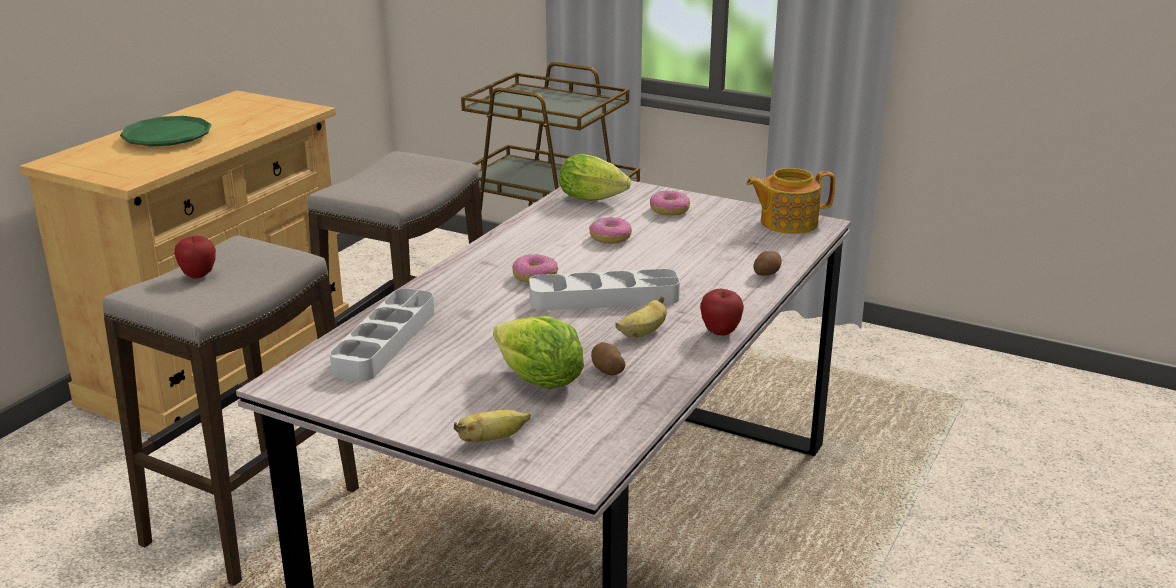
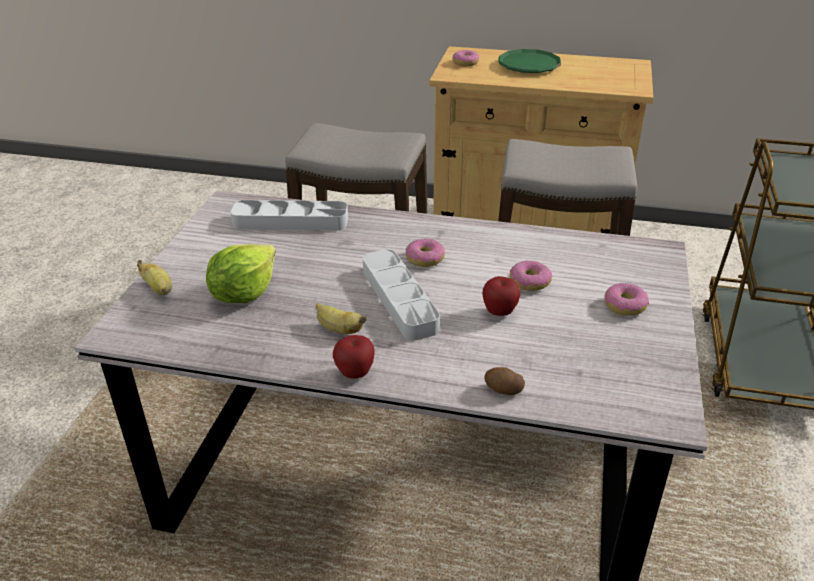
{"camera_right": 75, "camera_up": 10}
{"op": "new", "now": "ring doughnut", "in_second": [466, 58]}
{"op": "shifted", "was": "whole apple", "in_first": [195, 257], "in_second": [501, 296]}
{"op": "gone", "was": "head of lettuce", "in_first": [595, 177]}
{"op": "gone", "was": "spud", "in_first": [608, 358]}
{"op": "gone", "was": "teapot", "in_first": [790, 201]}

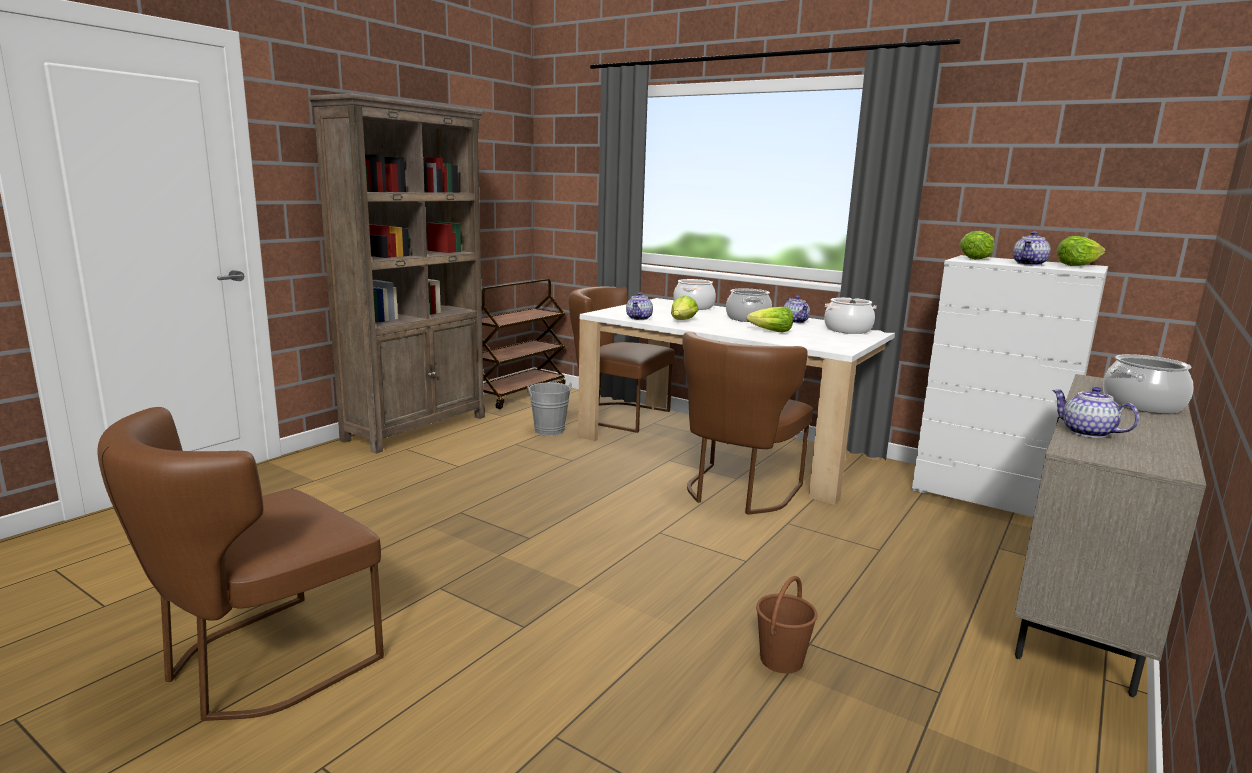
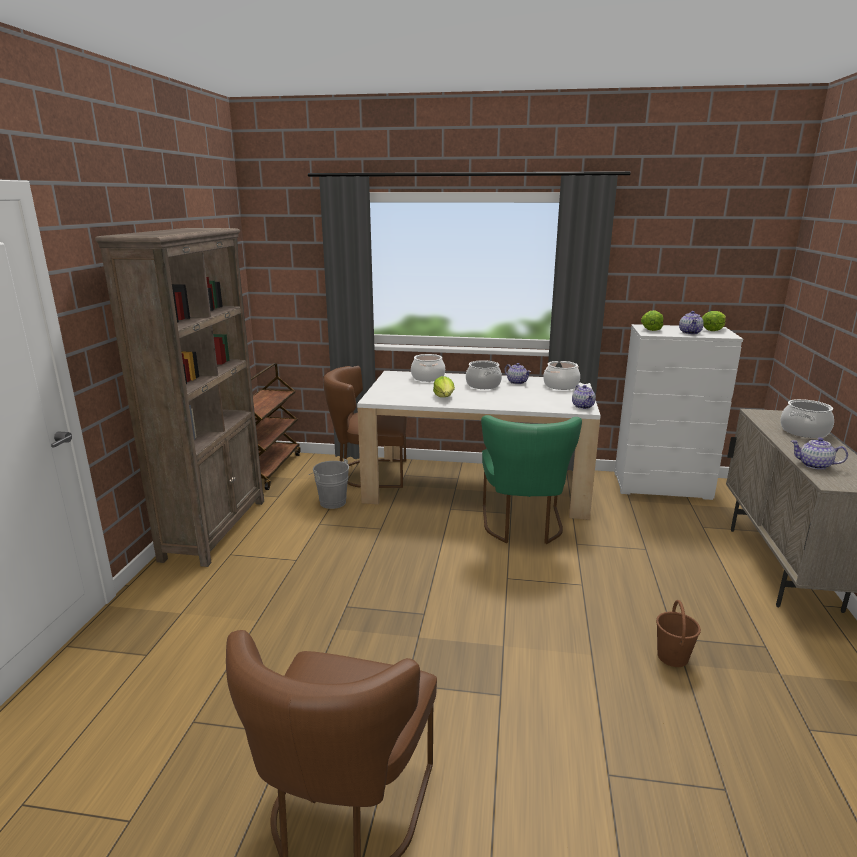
{"camera_right": -25, "camera_up": 5}
{"op": "repainted", "was": "brownish plain chair", "now": "greenish plain chair", "in_first": [747, 423], "in_second": [531, 479]}
{"op": "shifted", "was": "teapot", "in_first": [639, 306], "in_second": [584, 397]}
{"op": "gone", "was": "head of lettuce", "in_first": [770, 319]}

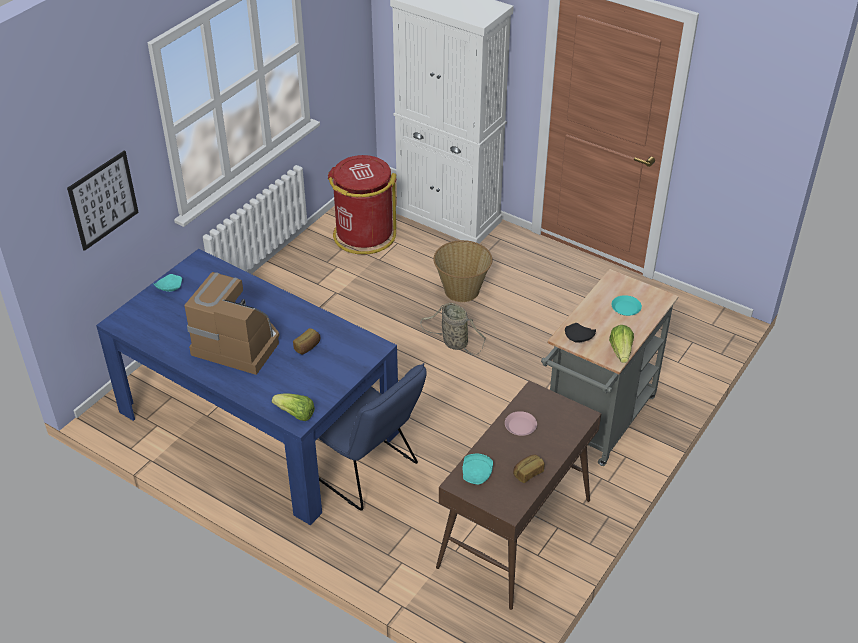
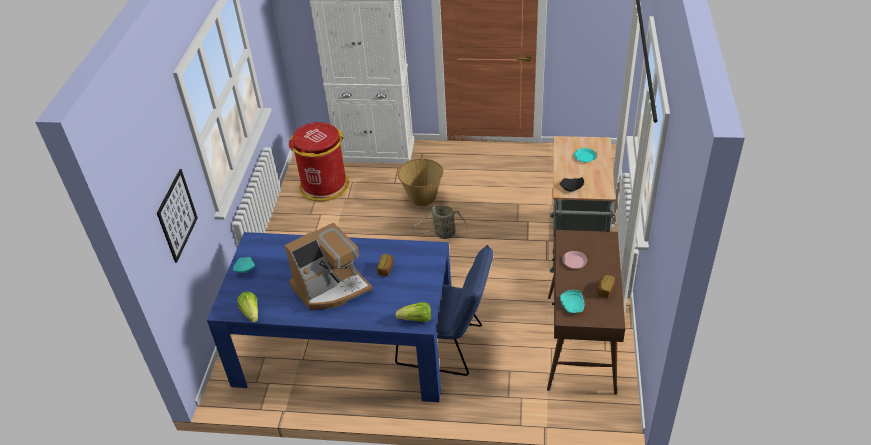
{"camera_right": -25, "camera_up": 0}
{"op": "shifted", "was": "head of lettuce", "in_first": [621, 344], "in_second": [247, 307]}
{"op": "rotated", "was": "coffee brewer", "in_first": [232, 323], "in_second": [328, 266], "clockwise": 150}

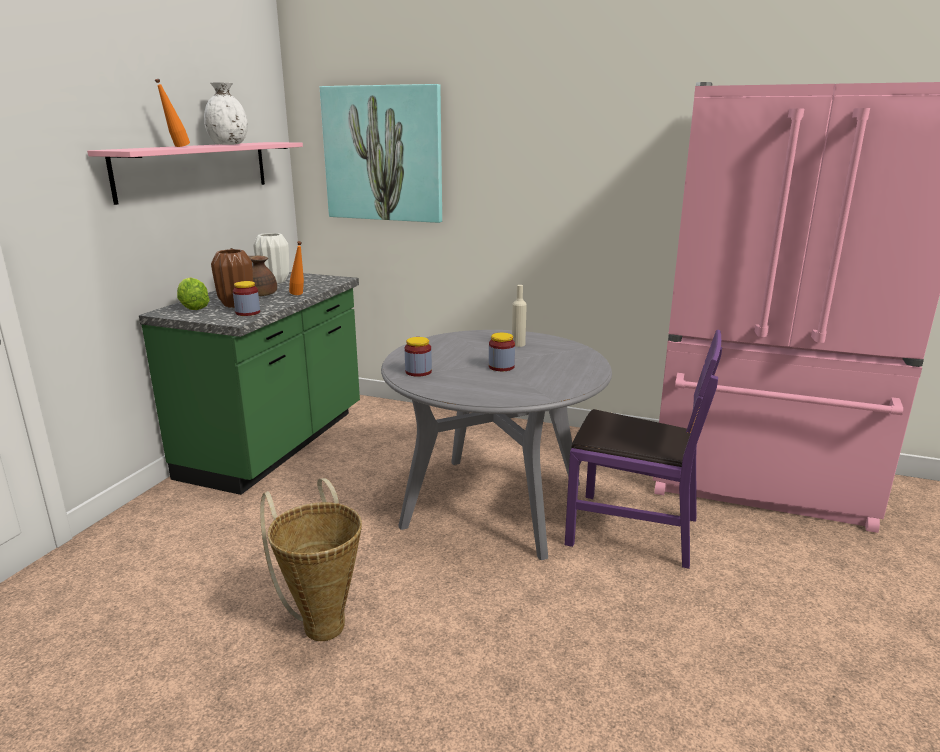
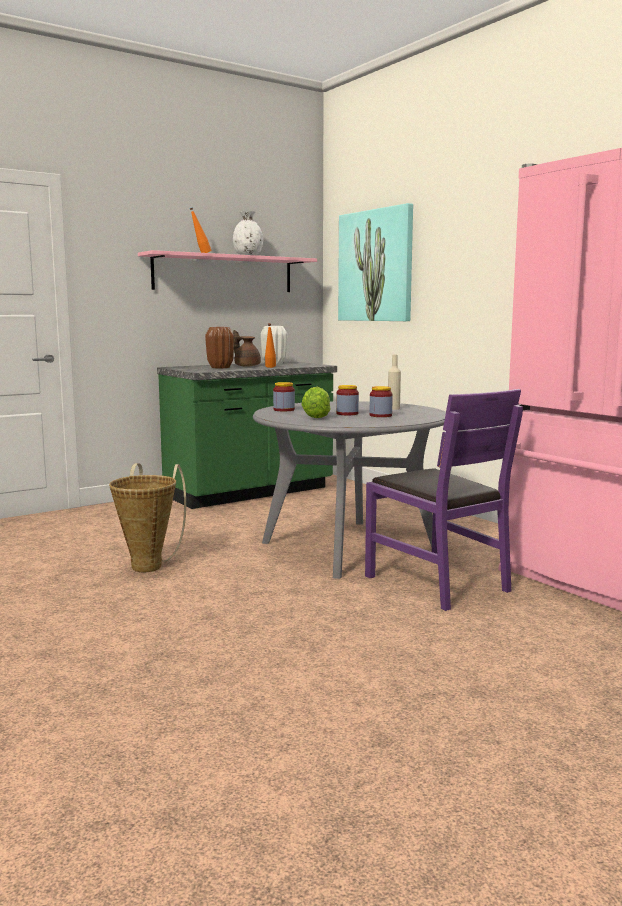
{"camera_right": 35, "camera_up": -10}
{"op": "shifted", "was": "head of lettuce", "in_first": [193, 293], "in_second": [315, 402]}
{"op": "shifted", "was": "preserve jar", "in_first": [246, 298], "in_second": [381, 401]}

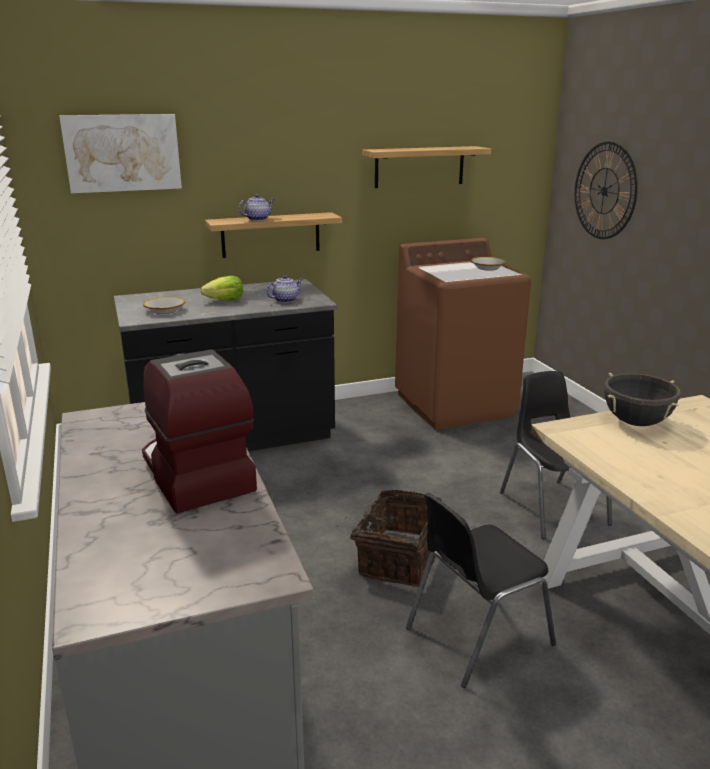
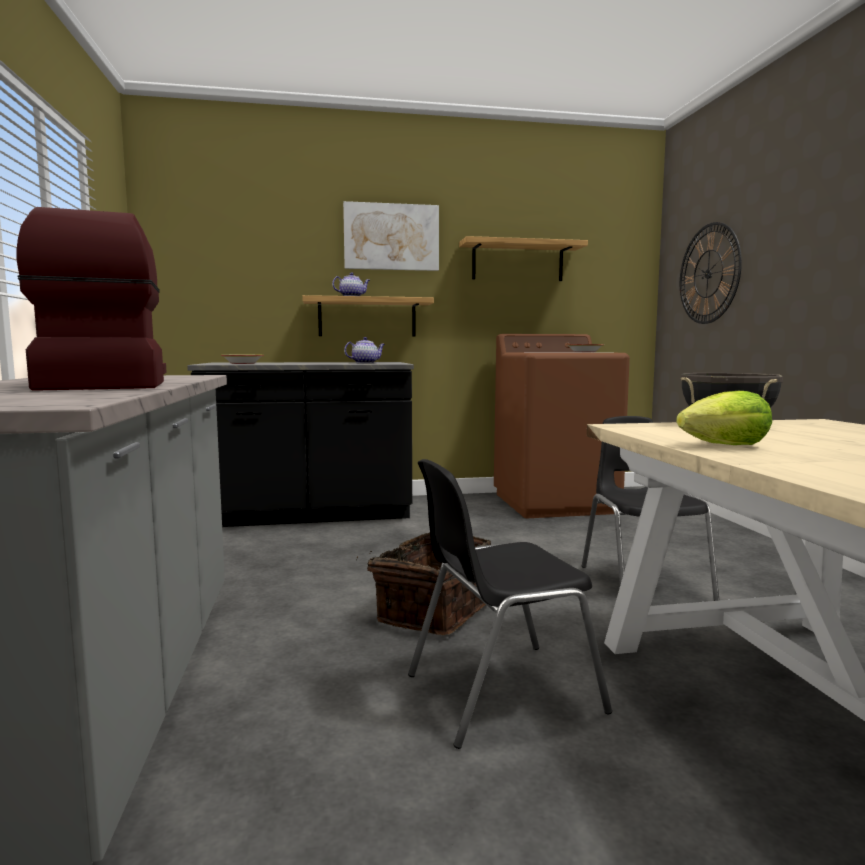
{"camera_right": 10, "camera_up": -15}
{"op": "shifted", "was": "wall picture", "in_first": [120, 153], "in_second": [391, 236]}
{"op": "shifted", "was": "head of lettuce", "in_first": [221, 288], "in_second": [724, 418]}

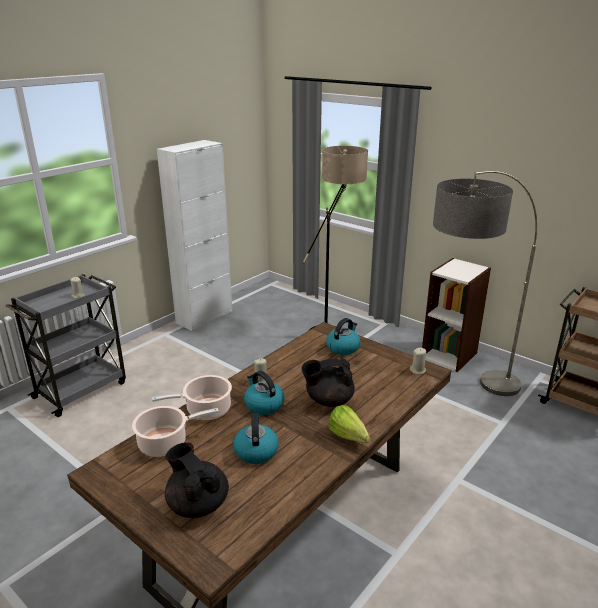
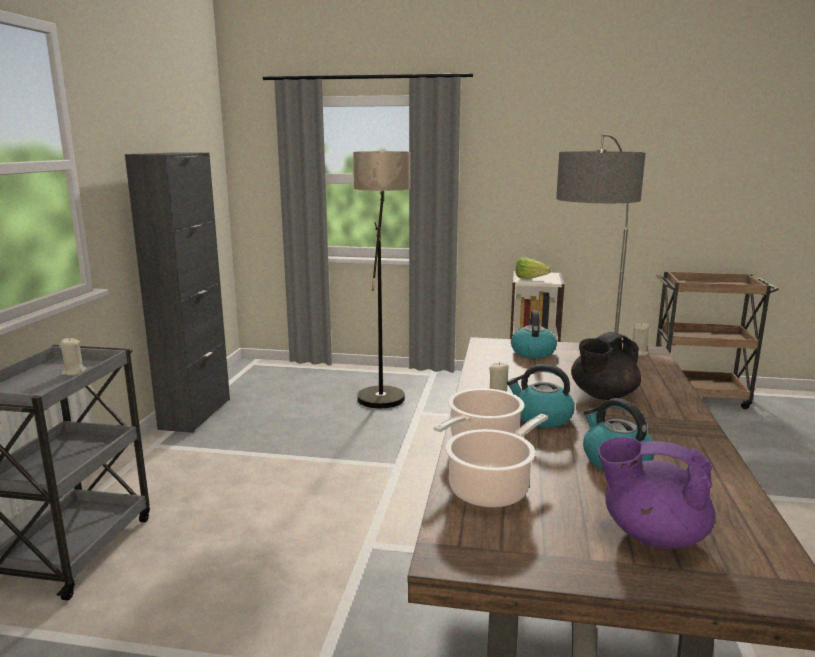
{"camera_right": -30, "camera_up": -10}
{"op": "repainted", "was": "whitish cupboard", "now": "black cupboard", "in_first": [194, 235], "in_second": [177, 292]}
{"op": "shifted", "was": "head of lettuce", "in_first": [349, 424], "in_second": [533, 268]}
{"op": "repainted", "was": "black teapot", "now": "purplish teapot", "in_first": [197, 480], "in_second": [657, 493]}

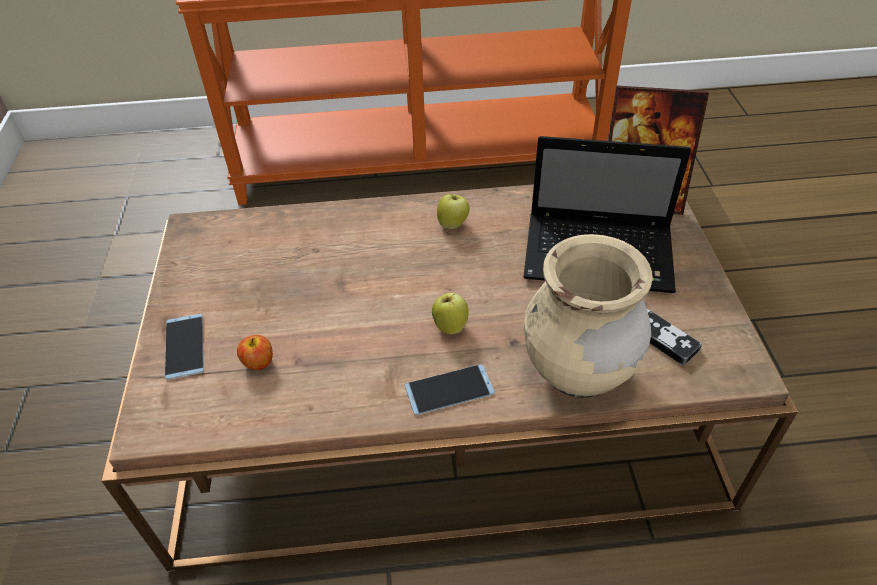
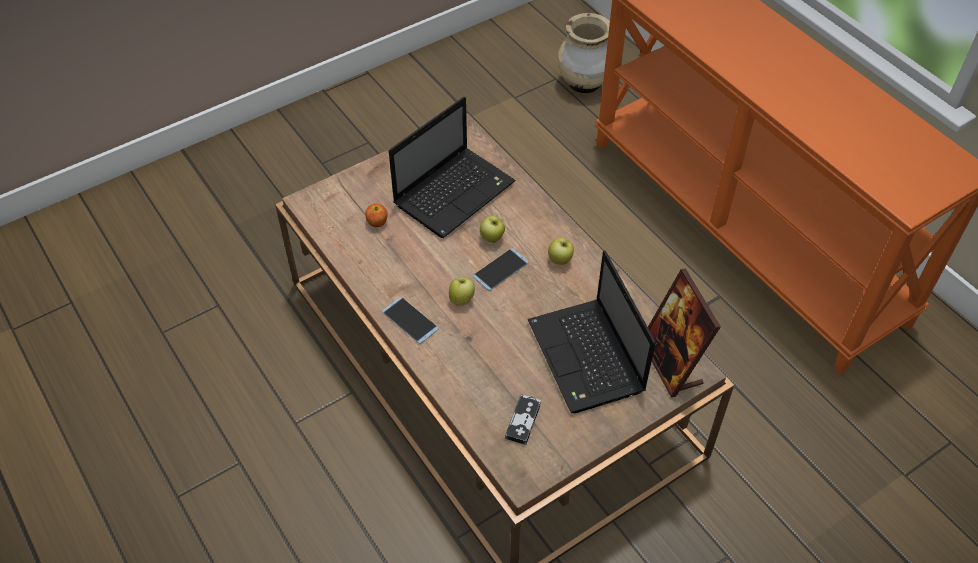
{"camera_right": 60, "camera_up": 5}
{"op": "new", "now": "portable computer", "in_second": [452, 167]}
{"op": "shifted", "was": "phone", "in_first": [184, 347], "in_second": [501, 269]}
{"op": "new", "now": "whole apple", "in_second": [492, 229]}
{"op": "shifted", "was": "beige-coloured decorative vase", "in_first": [588, 316], "in_second": [584, 53]}

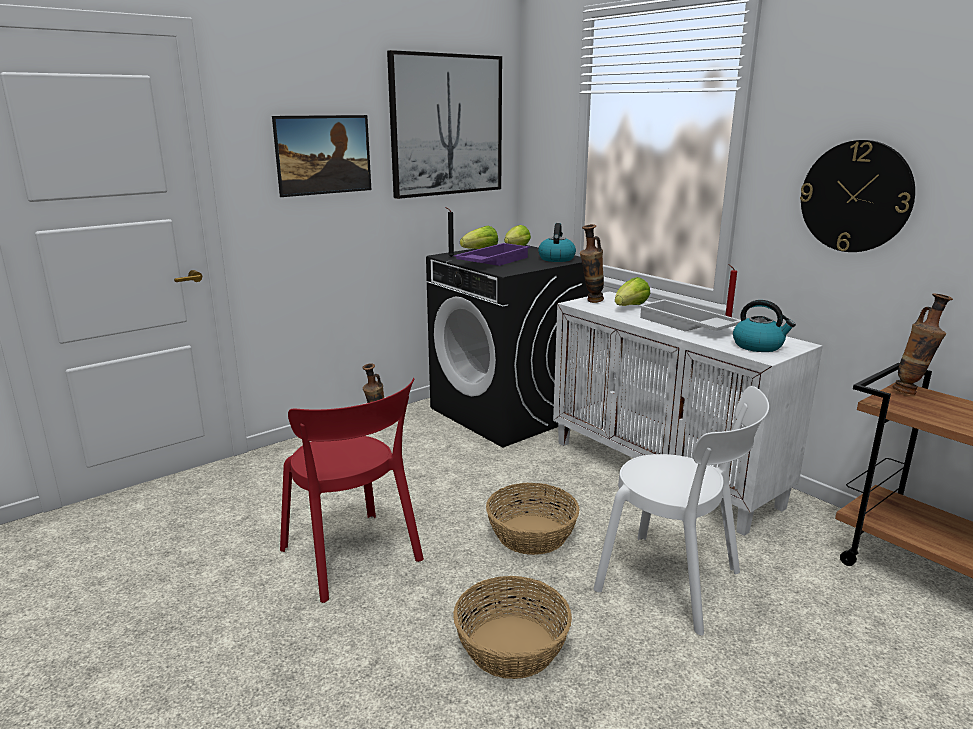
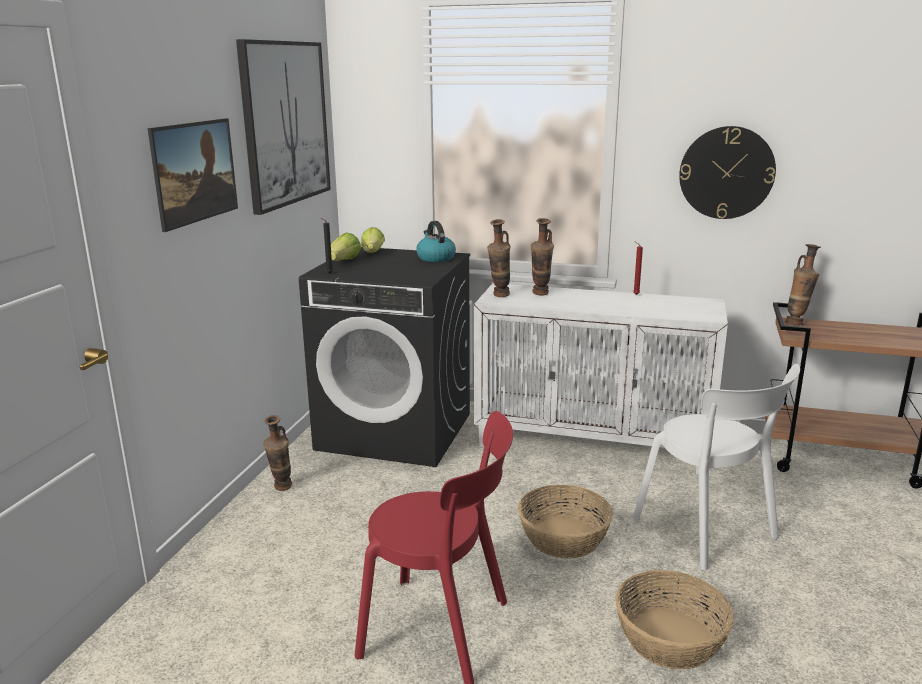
{"camera_right": -35, "camera_up": 0}
{"op": "swapped", "was": "head of lettuce", "now": "decorative vase", "in_first": [632, 291], "in_second": [542, 257]}
{"op": "rotated", "was": "whitish plain chair", "in_first": [681, 510], "in_second": [716, 467], "clockwise": 60}
{"op": "gone", "was": "purplish tray", "in_first": [492, 254]}
{"op": "gone", "was": "whitish tray", "in_first": [689, 315]}
{"op": "gone", "was": "tea kettle", "in_first": [764, 326]}

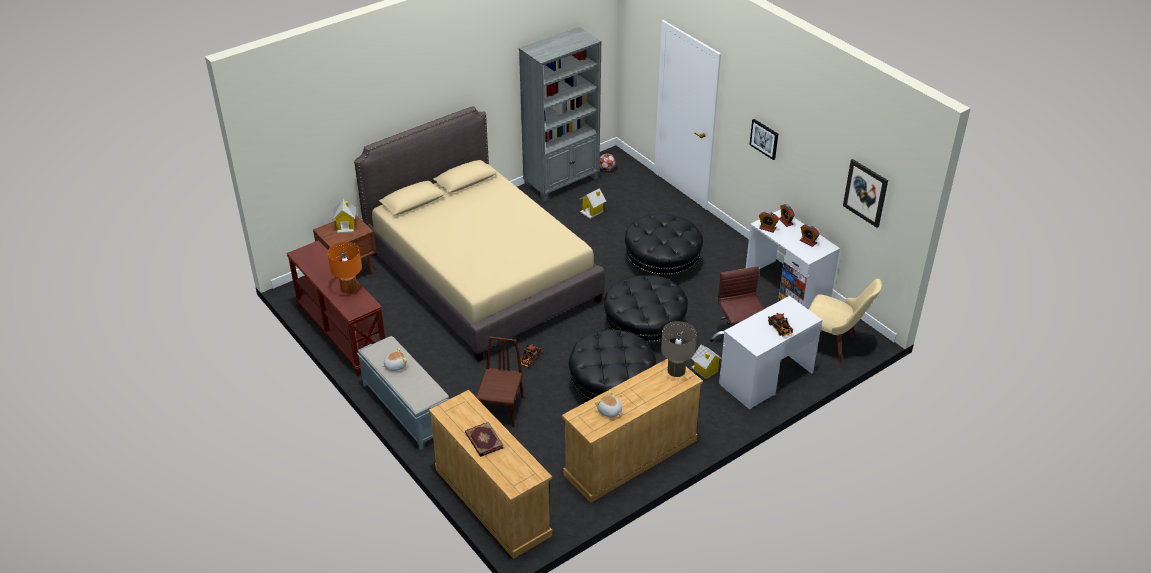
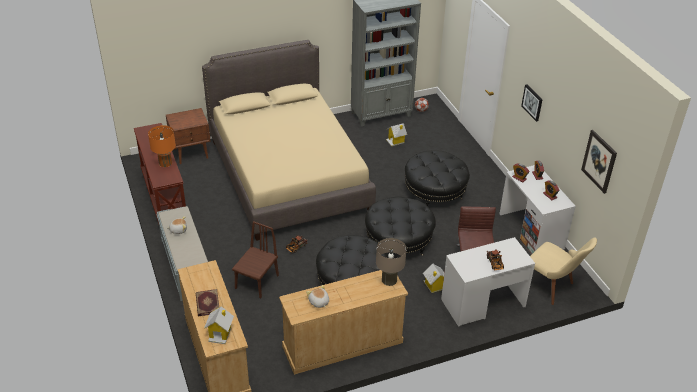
{"camera_right": 15, "camera_up": 0}
{"op": "shifted", "was": "toy house", "in_first": [344, 216], "in_second": [219, 325]}

